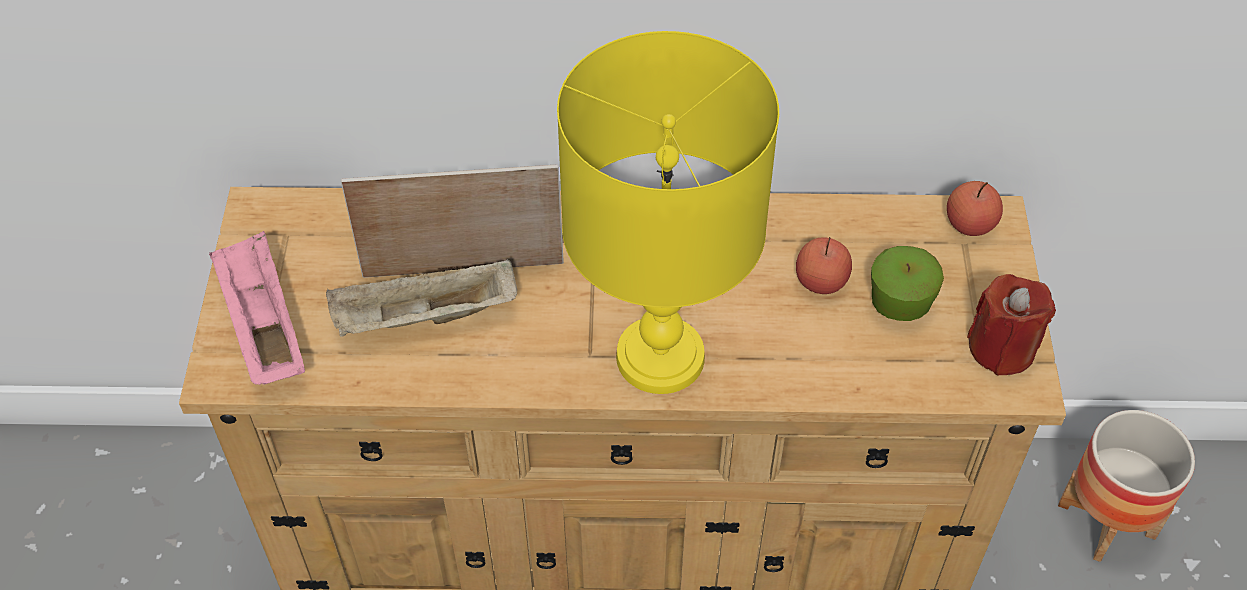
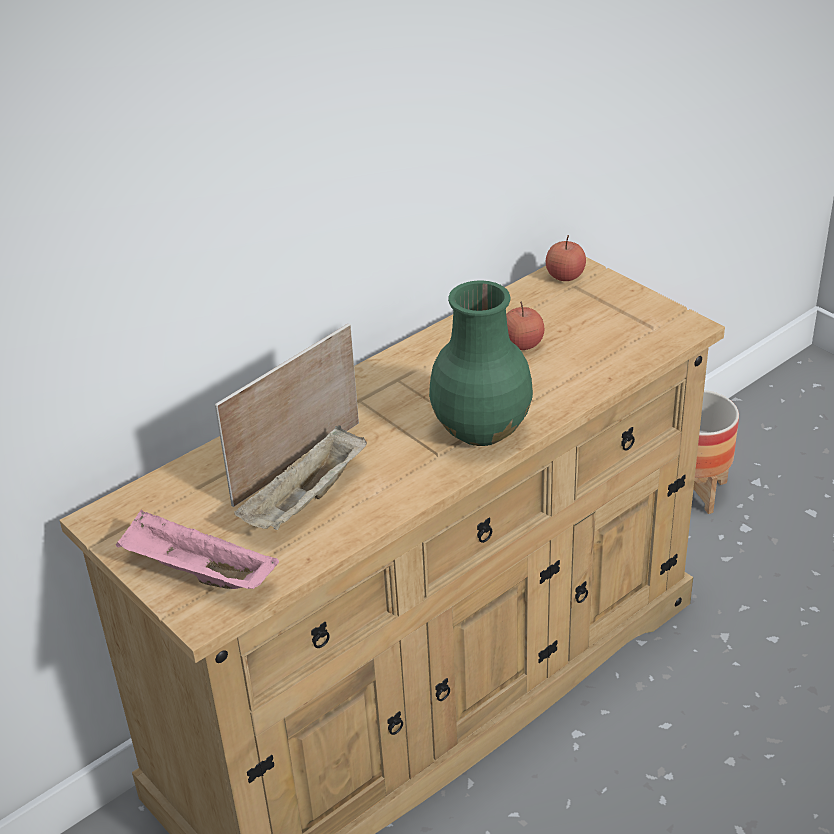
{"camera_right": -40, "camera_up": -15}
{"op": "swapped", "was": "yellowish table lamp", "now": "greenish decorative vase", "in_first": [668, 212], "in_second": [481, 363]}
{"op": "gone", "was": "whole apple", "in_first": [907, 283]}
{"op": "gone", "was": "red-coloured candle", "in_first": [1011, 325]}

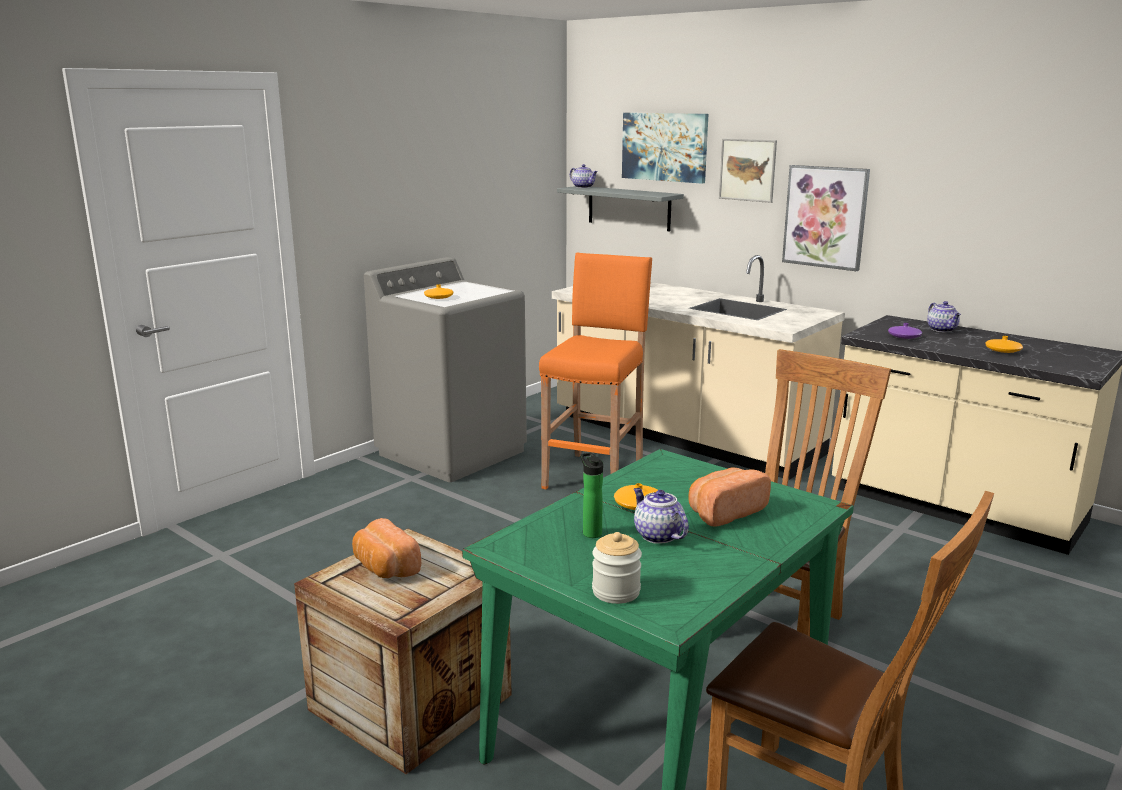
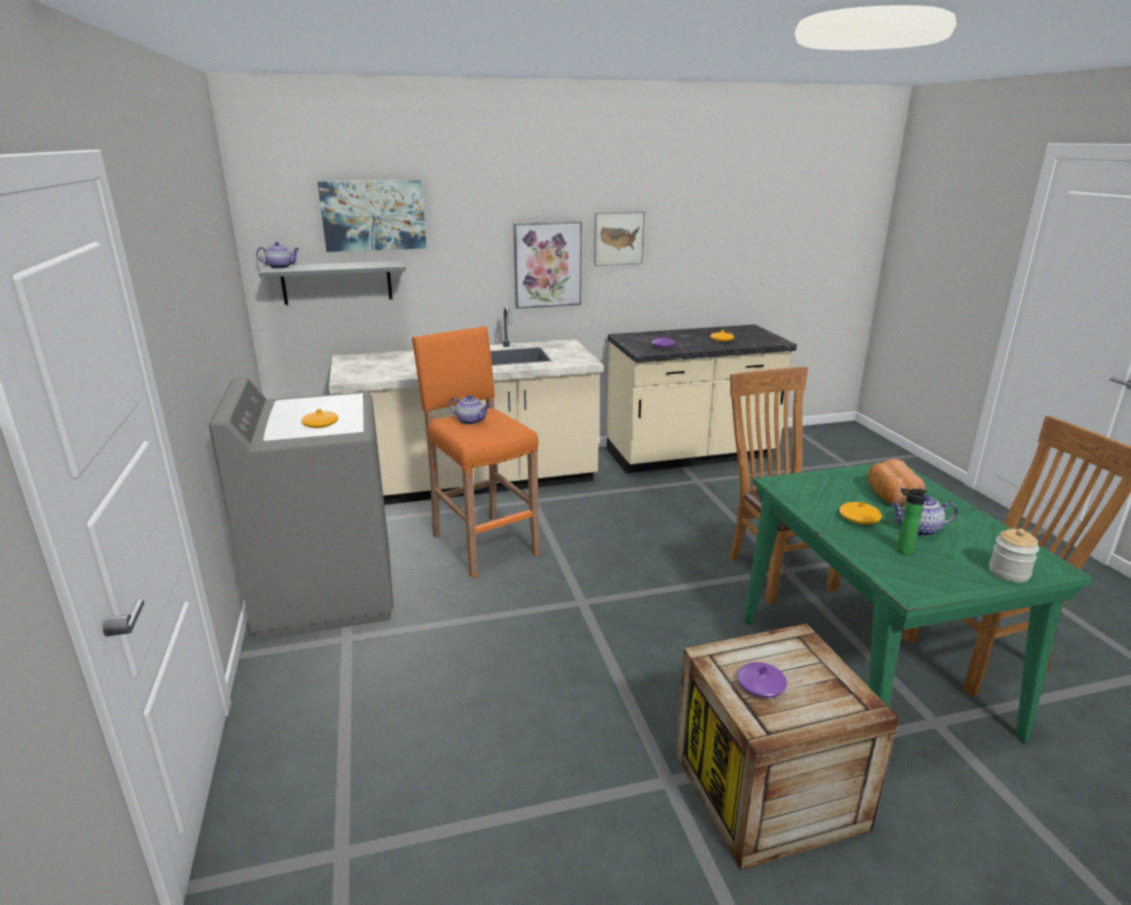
{"camera_right": -55, "camera_up": 5}
{"op": "shifted", "was": "teapot", "in_first": [944, 316], "in_second": [469, 410]}
{"op": "shifted", "was": "wall picture", "in_first": [748, 171], "in_second": [619, 238]}
{"op": "swapped", "was": "baked bread", "now": "purplish decorative vase", "in_first": [386, 548], "in_second": [762, 680]}

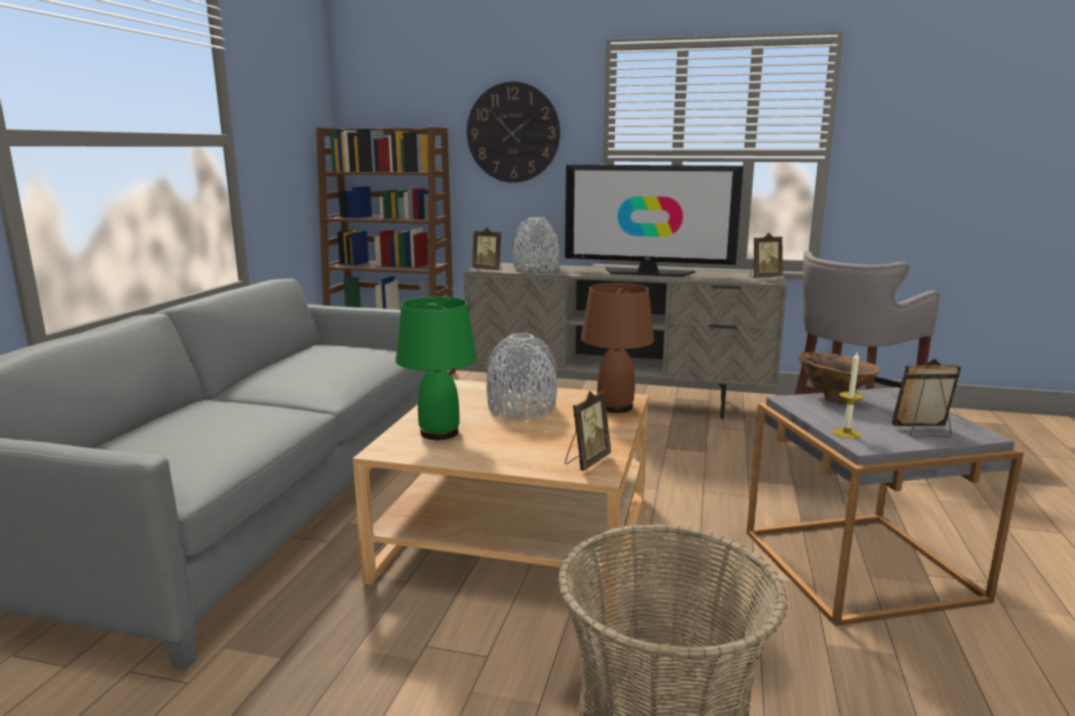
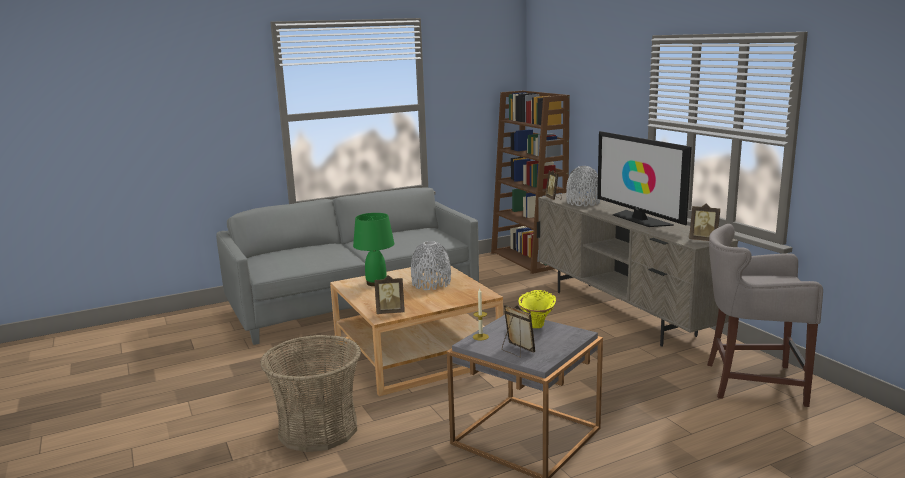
{"camera_right": 50, "camera_up": 0}
{"op": "repainted", "was": "brownish decorative vase", "now": "yellowish decorative vase", "in_first": [839, 378], "in_second": [537, 309]}
{"op": "gone", "was": "wall clock", "in_first": [513, 132]}
{"op": "gone", "was": "brownish table lamp", "in_first": [617, 348]}

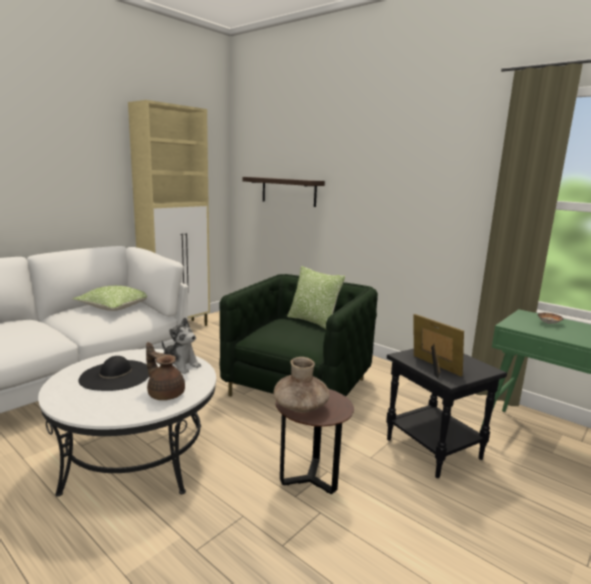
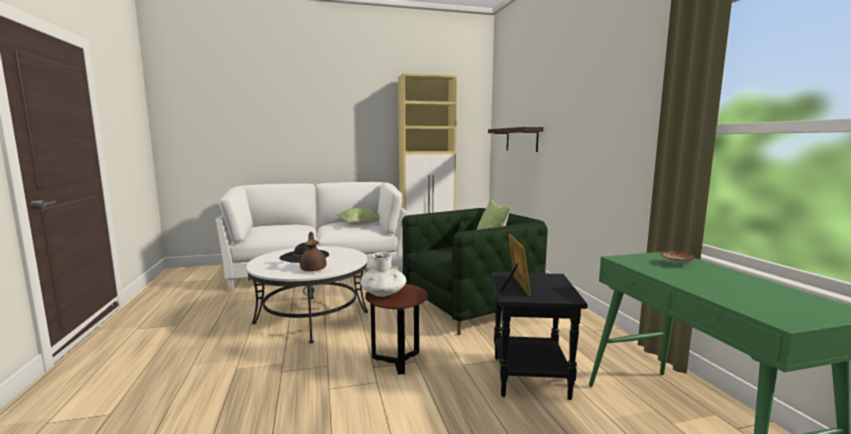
{"camera_right": 35, "camera_up": -5}
{"op": "repainted", "was": "brownish decorative vase", "now": "whitish decorative vase", "in_first": [302, 385], "in_second": [383, 274]}
{"op": "gone", "was": "plush toy", "in_first": [181, 346]}

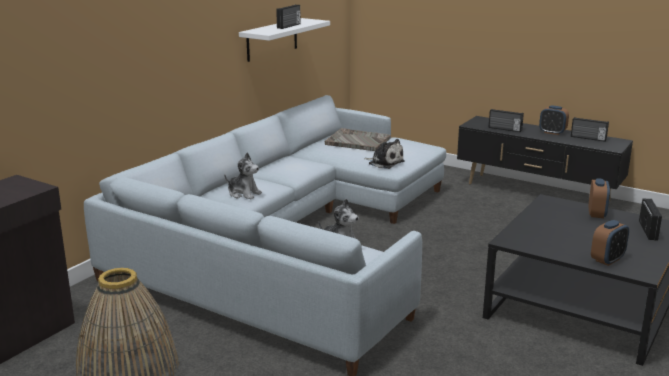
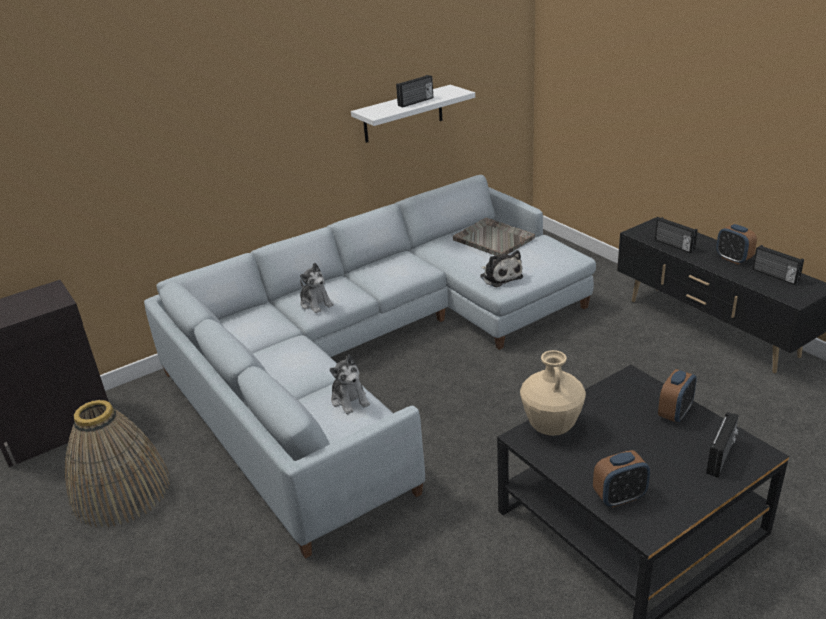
{"camera_right": 25, "camera_up": 10}
{"op": "new", "now": "beige-coloured decorative vase", "in_second": [553, 393]}

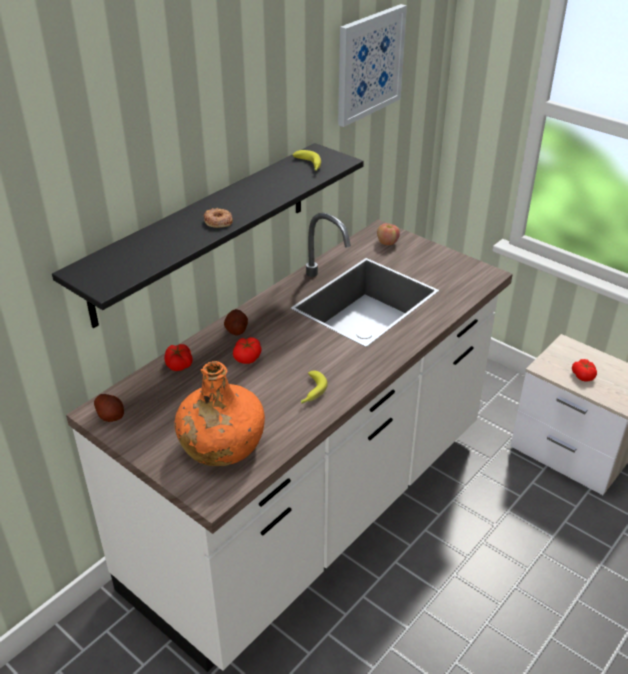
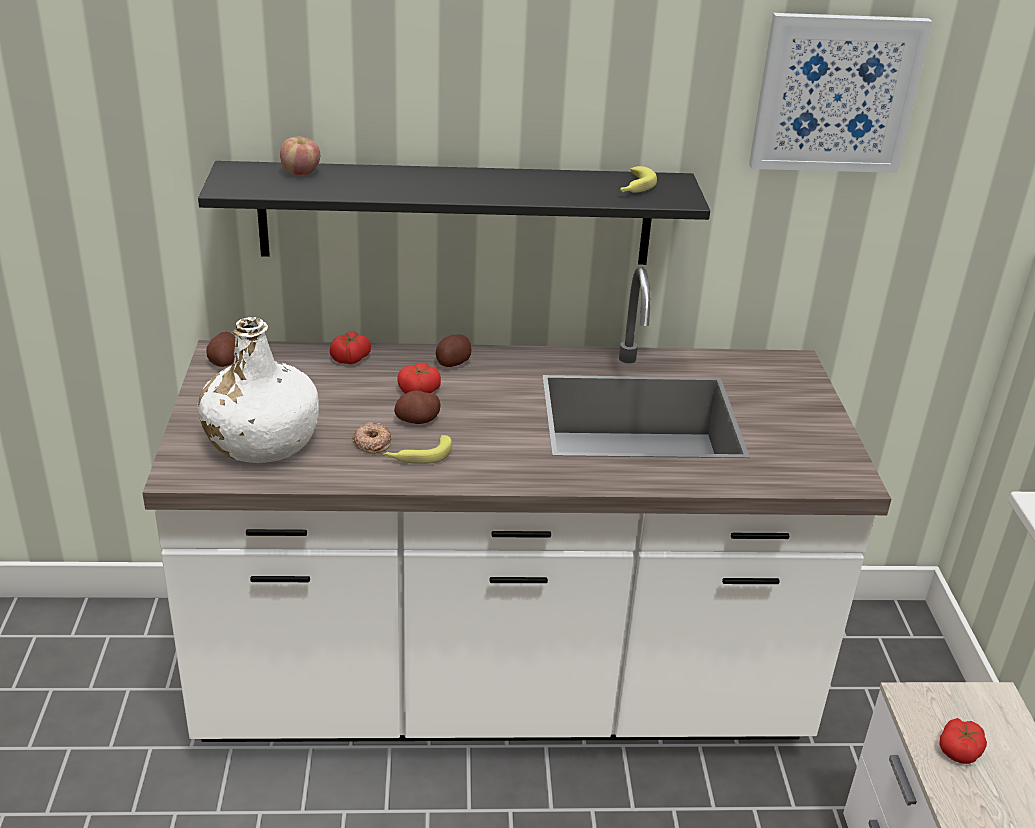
{"camera_right": 45, "camera_up": -5}
{"op": "repainted", "was": "orangey beverage bottle", "now": "whitish beverage bottle", "in_first": [219, 413], "in_second": [258, 390]}
{"op": "shifted", "was": "whole apple", "in_first": [388, 234], "in_second": [300, 156]}
{"op": "shifted", "was": "ring doughnut", "in_first": [218, 218], "in_second": [372, 438]}
{"op": "new", "now": "spud", "in_second": [417, 407]}

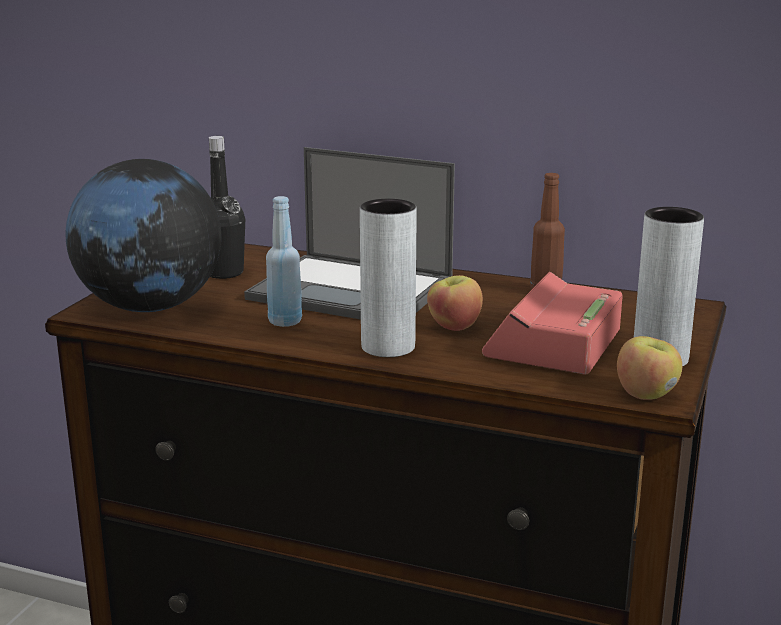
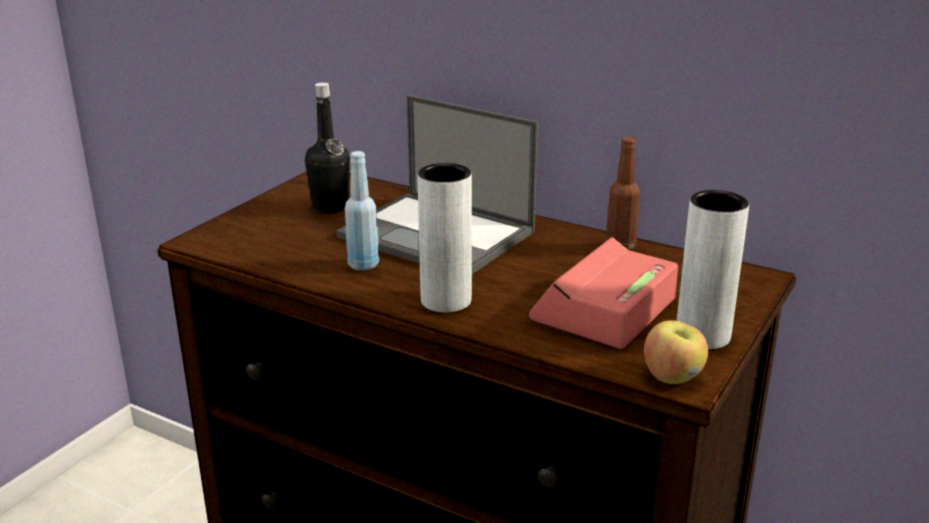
{"camera_right": 10, "camera_up": 5}
{"op": "gone", "was": "globe", "in_first": [143, 235]}
{"op": "gone", "was": "whole apple", "in_first": [455, 303]}

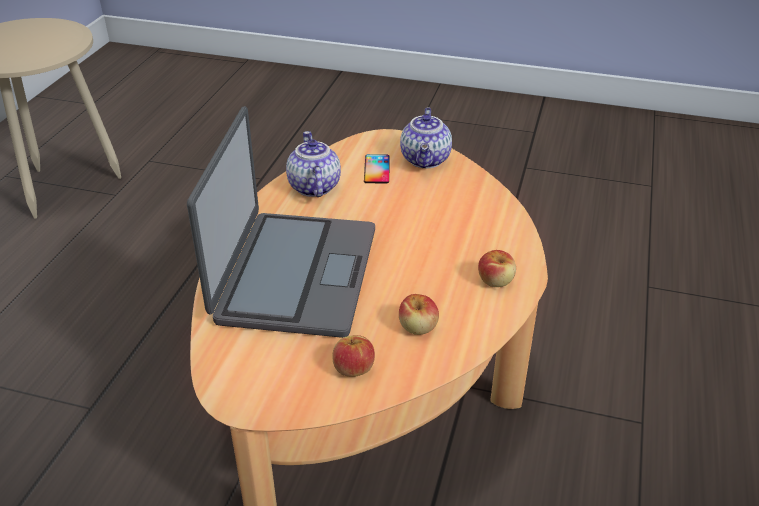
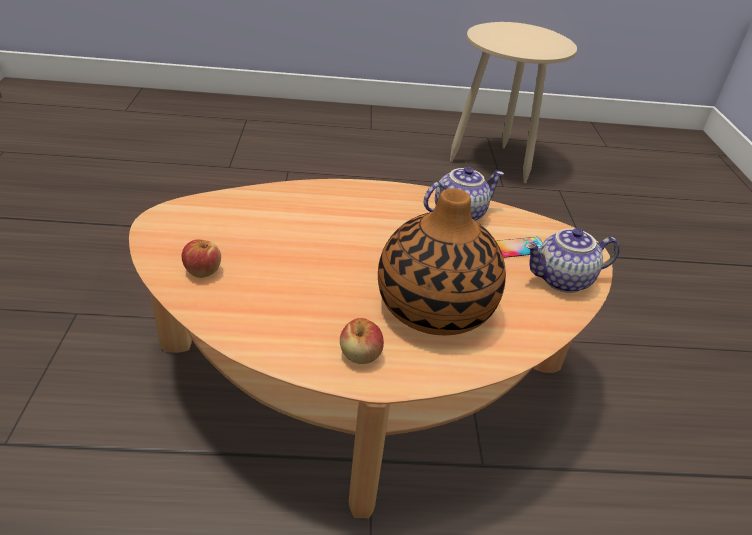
{"camera_right": 70, "camera_up": 0}
{"op": "new", "now": "decorative vase", "in_second": [442, 261]}
{"op": "gone", "was": "portable computer", "in_first": [281, 222]}
{"op": "gone", "was": "whole apple", "in_first": [419, 314]}

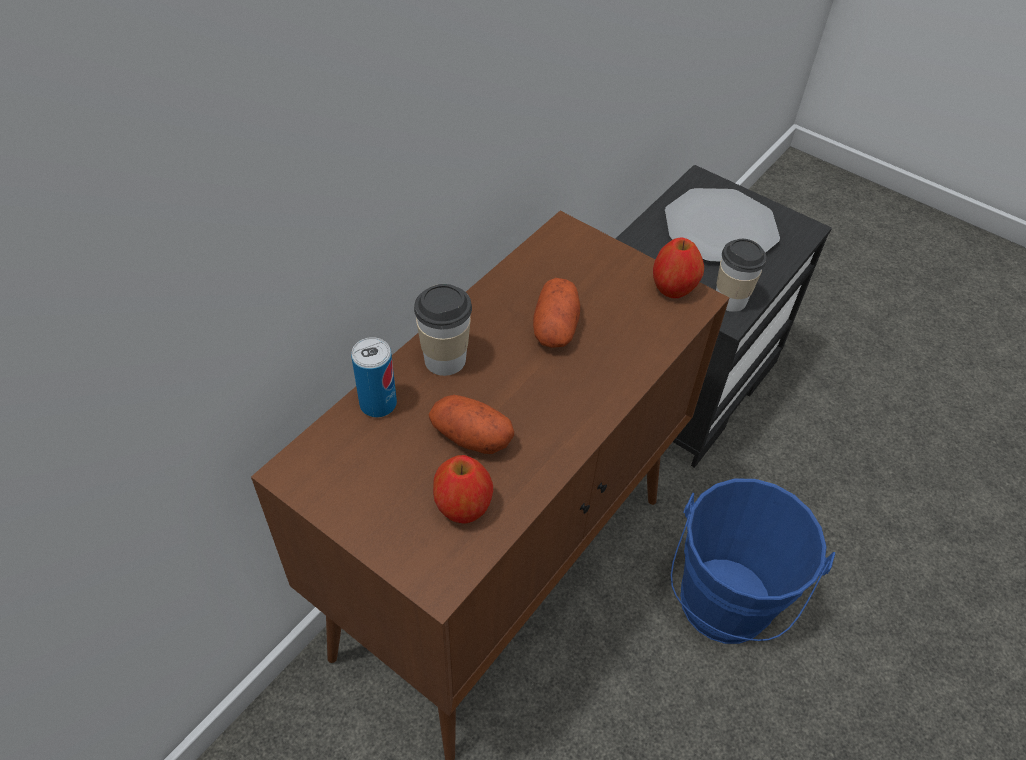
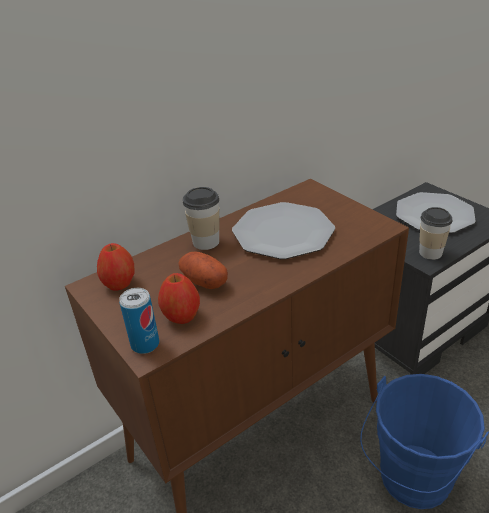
{"camera_right": 20, "camera_up": -15}
{"op": "shifted", "was": "whole apple", "in_first": [678, 267], "in_second": [116, 267]}
{"op": "shifted", "was": "metal can", "in_first": [374, 377], "in_second": [139, 321]}
{"op": "swapped", "was": "spud", "now": "flat dish", "in_first": [556, 313], "in_second": [283, 230]}

